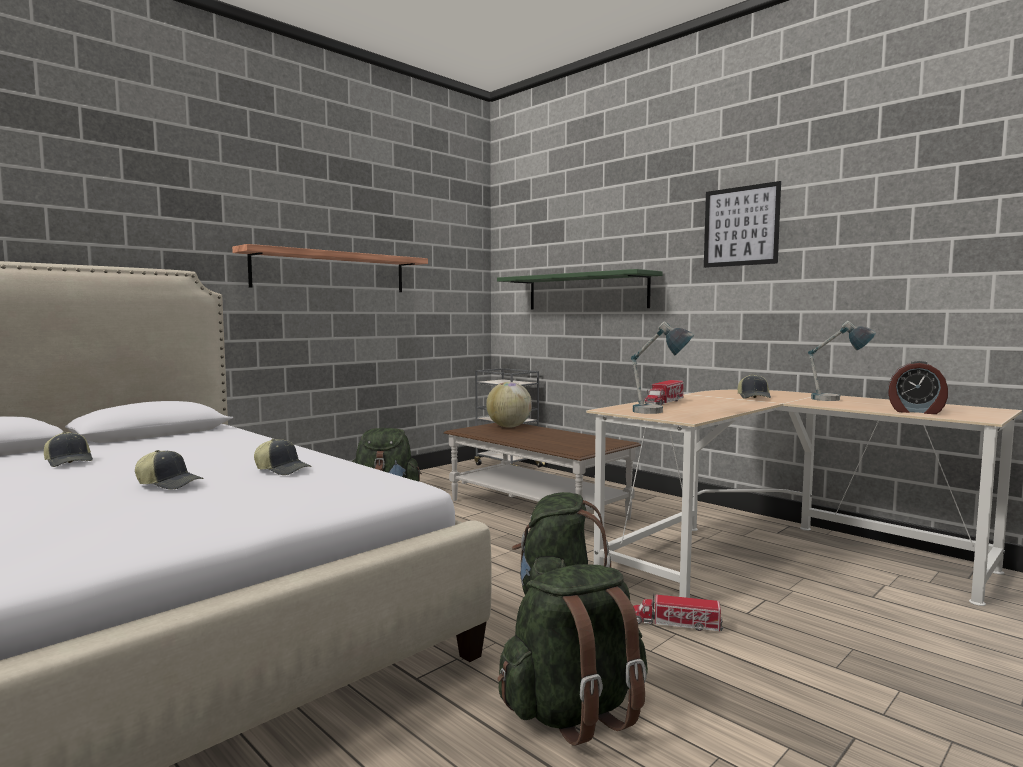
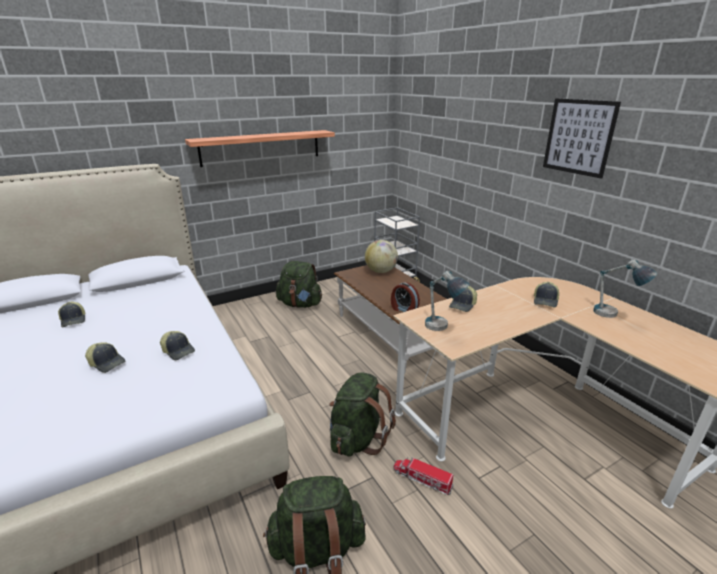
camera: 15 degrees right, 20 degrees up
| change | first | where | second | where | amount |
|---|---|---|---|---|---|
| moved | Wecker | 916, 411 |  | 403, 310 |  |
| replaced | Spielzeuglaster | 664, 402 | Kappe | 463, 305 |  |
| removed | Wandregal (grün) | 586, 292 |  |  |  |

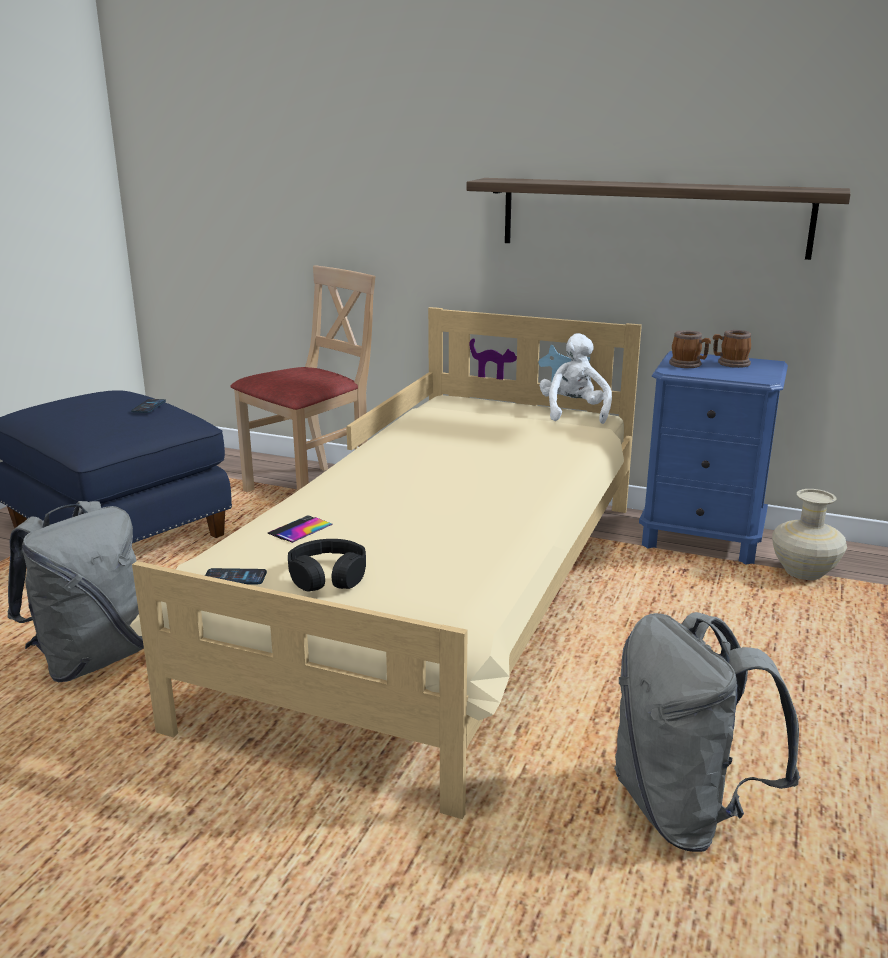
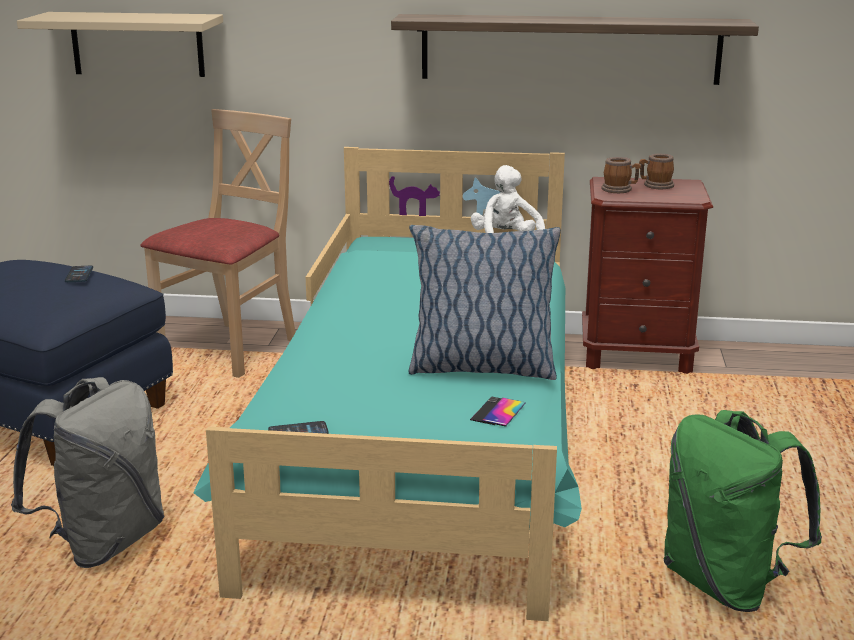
camera: 15 degrees left, 0 degrees up
| change | first | where | second | where | amount |
|---|---|---|---|---|---|
| added |  |  | Wandregal (beige) | 137, 44 |  |
| recoloured | Bett (beige) | 443, 601 | Bett (türkis) | 427, 441 |  |
| added |  |  | Kissen | 481, 368 |  |
| moved | Handy | 300, 529 |  | 498, 412 |  |
| recoloured | Nachttisch (blau) | 701, 541 | Nachttisch (braun) | 637, 357 |  |
| recoloured | Rucksack (grau) | 685, 811 | Rucksack (grün) | 726, 584 |  |
| removed | Kopfhörer (schwarz) | 328, 576 |  |  |  |
| removed | Vase (beige) | 803, 573 |  |  |  |

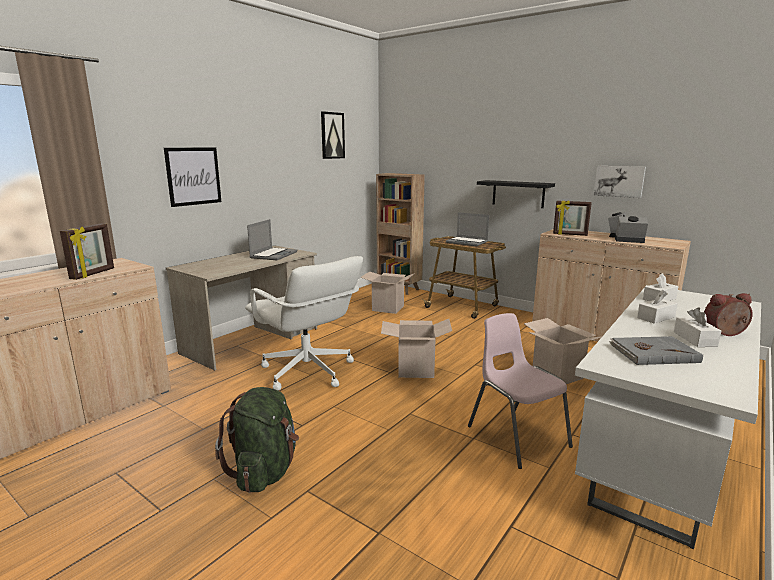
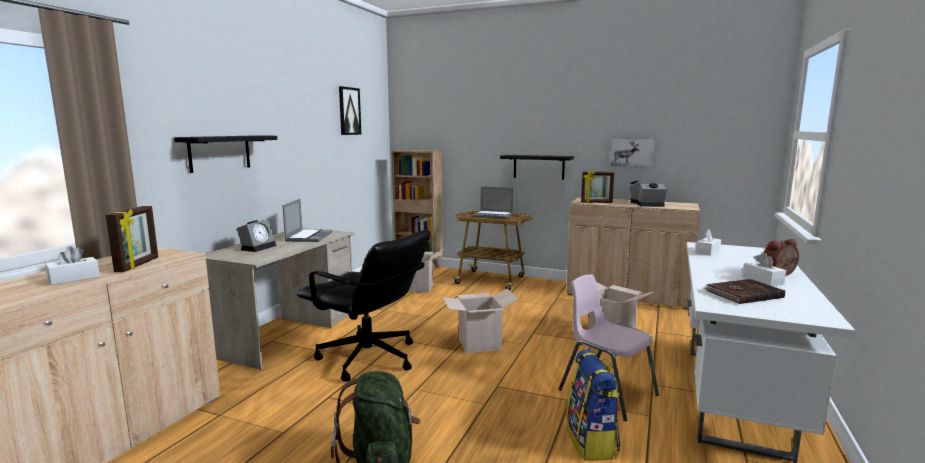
camera: 15 degrees left, 5 degrees down
| change | first | where | second | where | amount |
|---|---|---|---|---|---|
| moved | Taschentuchbox (weiß) | 656, 317 |  | 74, 278 |  |
| replaced | Bild | 193, 176 | Wandregal (schwarz) | 220, 153 |  |
| added |  |  | Wecker | 258, 247 |  |
| recoloured | Bürostuhl (weiß) | 307, 372 | Bürostuhl (schwarz) | 368, 359 |  |
| added |  |  | Rucksack | 592, 442 |  |
| recoloured | Buch (grau) | 652, 353 | Buch (braun) | 743, 294 |  |

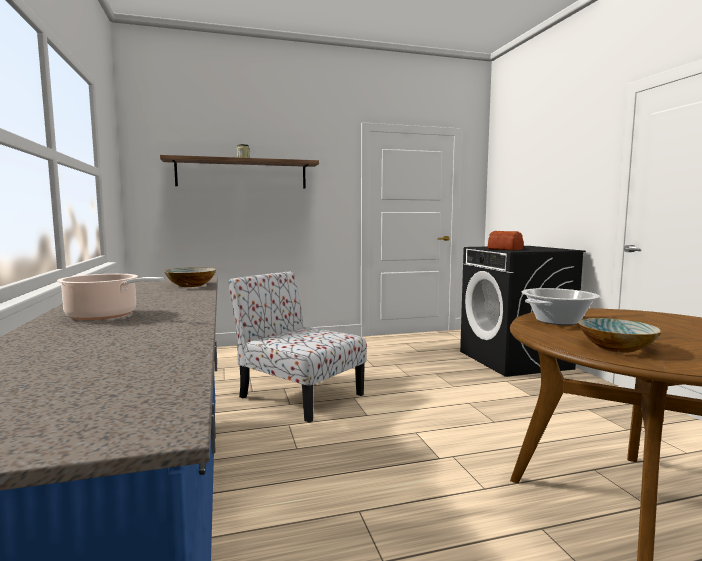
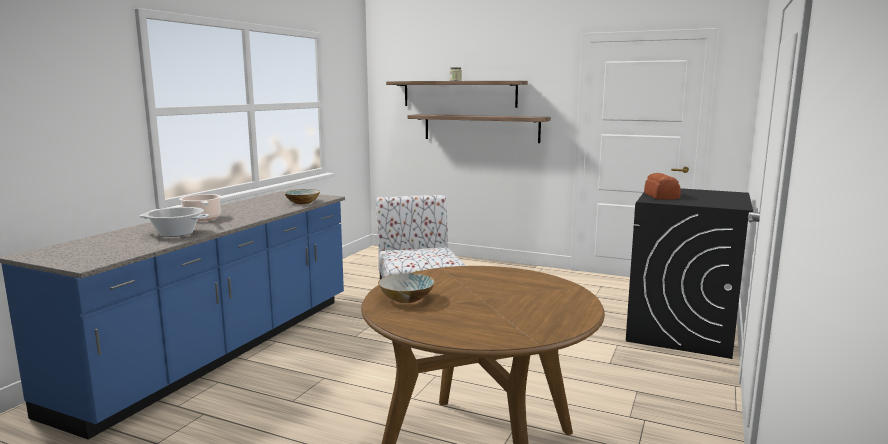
camera: 40 degrees right, 5 degrees up
| change | first | where | second | where | amount |
|---|---|---|---|---|---|
| moved | Kochtopf | 558, 321 |  | 176, 233 |  |
| added |  |  | Wandregal | 481, 128 |  |

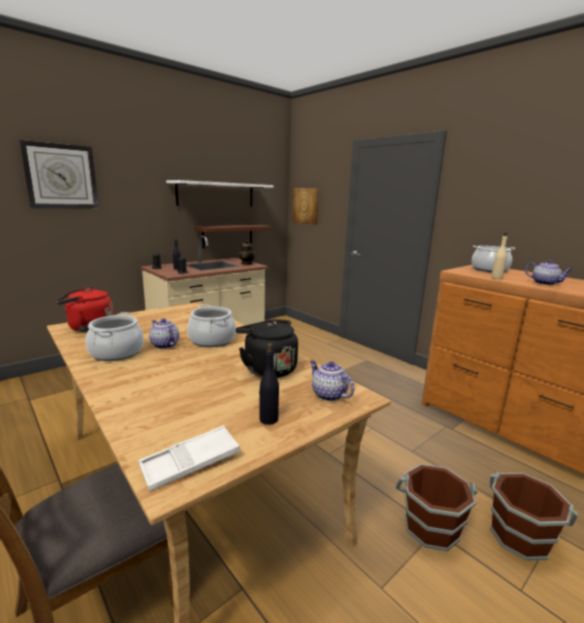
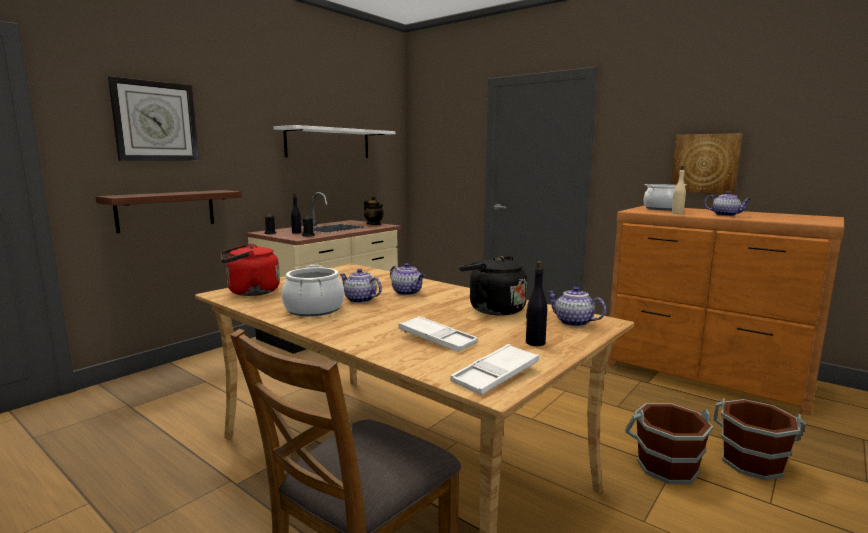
camera: 10 degrees left, 5 degrees down
| change | first | where | second | where | amount |
|---|---|---|---|---|---|
| moved | Wandregal | 227, 236 |  | 166, 210 |  |
| replaced | Kochtopf | 212, 340 | Teekanne | 407, 292 |  |
| added |  |  | Tablett (weiß) | 437, 339 |  |
| moved | Bild | 306, 205 |  | 705, 163 |  |

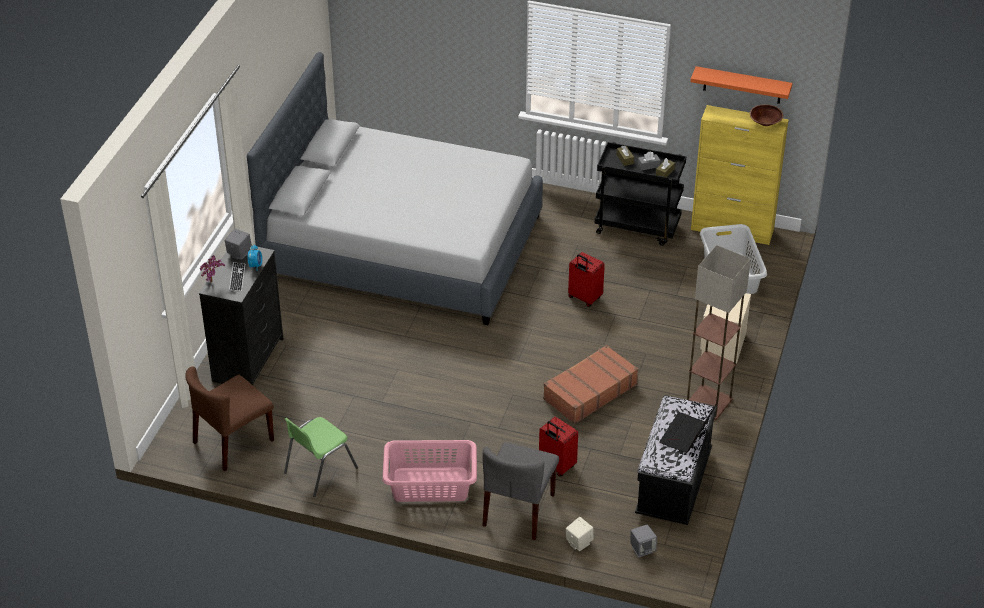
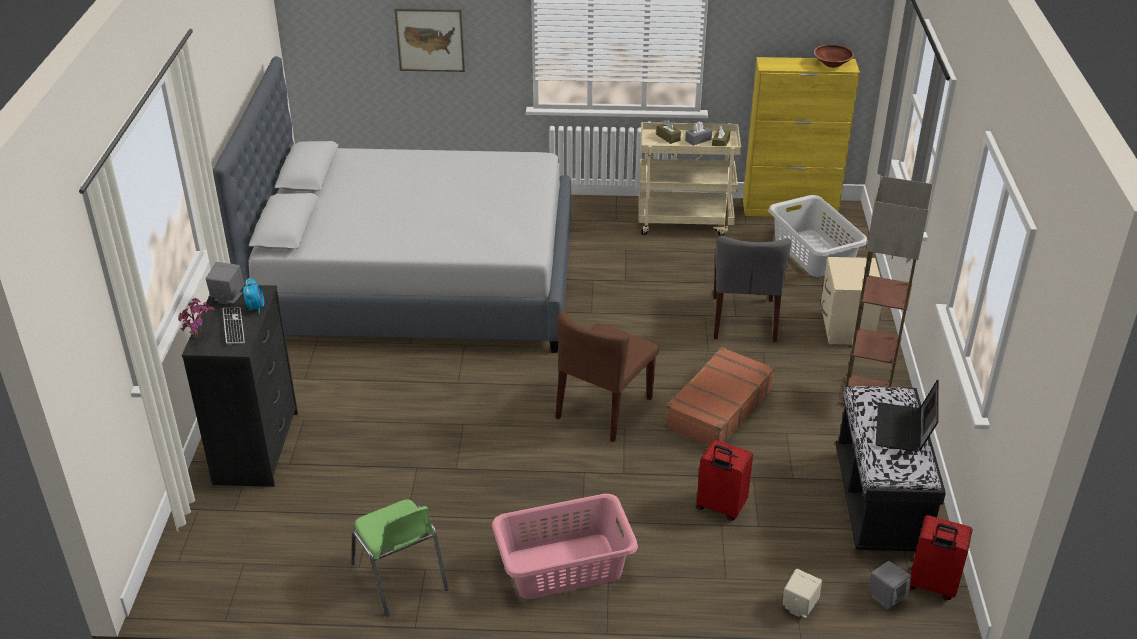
camera: 15 degrees left, 5 degrees down
| change | first | where | second | where | amount |
|---|---|---|---|---|---|
| turned | Stuhl (grün) | 319, 470 |  | 400, 578 | 60 degrees counterclockwise |
| added |  |  | Bild | 430, 40 |  |
| moved | Stuhl (braun) | 233, 442 |  | 604, 408 |  |
| recoloured | Rollwagen (schwarz) | 638, 227 | Rollwagen (beige) | 685, 222 |  |
| moved | Stuhl (grau) | 519, 510 |  | 744, 319 |  |
| moved | Koffer (rot) | 584, 298 |  | 931, 586 |  |
| removed | Wandregal (orange) | 742, 85 |  |  |  |

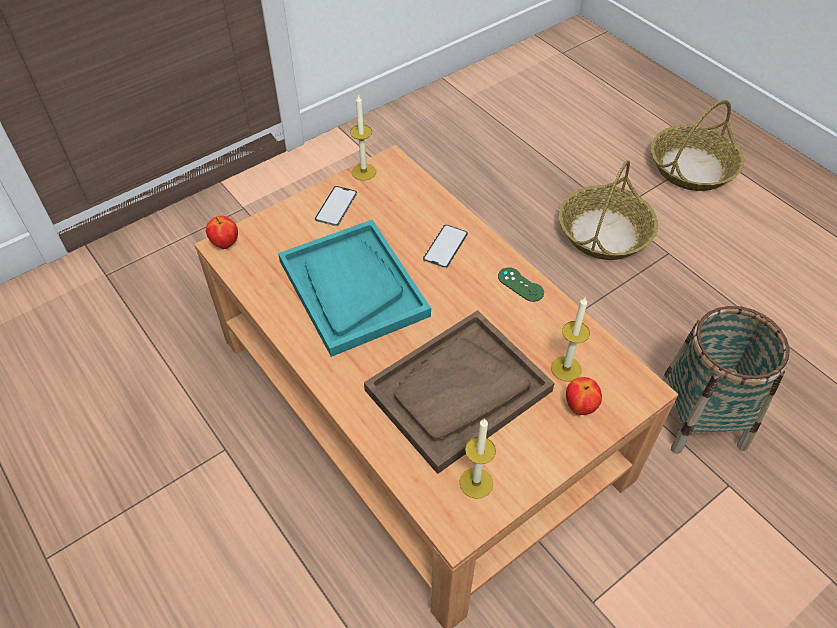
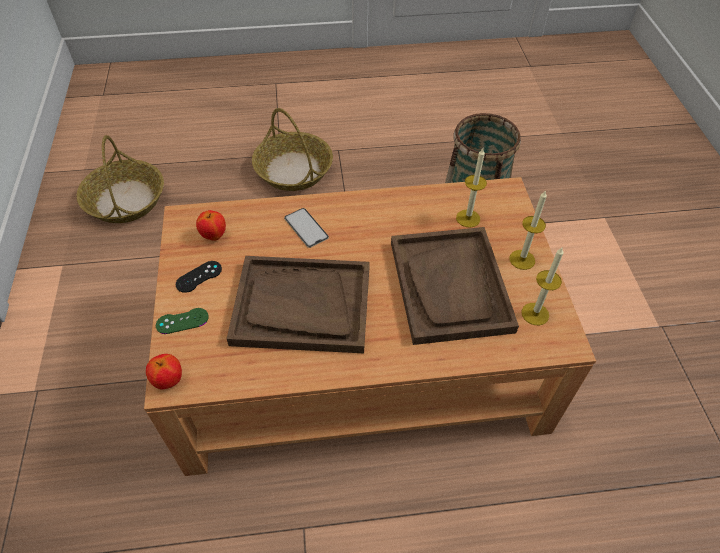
camera: 60 degrees left, 0 degrees up
| change | first | where | second | where | amount |
|---|---|---|---|---|---|
| moved | Korb | 692, 168 |  | 126, 200 |  |
| moved | Gamepad (grün) | 520, 284 |  | 182, 321 |  |
| replaced | Handy | 336, 206 | Gamepad (schwarz) | 199, 277 |  |
| moved | Apfel | 580, 407 |  | 214, 236 |  |
| recoloured | Tablett (türkis) | 352, 288 | Tablett (braun) | 301, 306 |  |
| moved | Kerze | 364, 172 |  | 522, 259 |  |

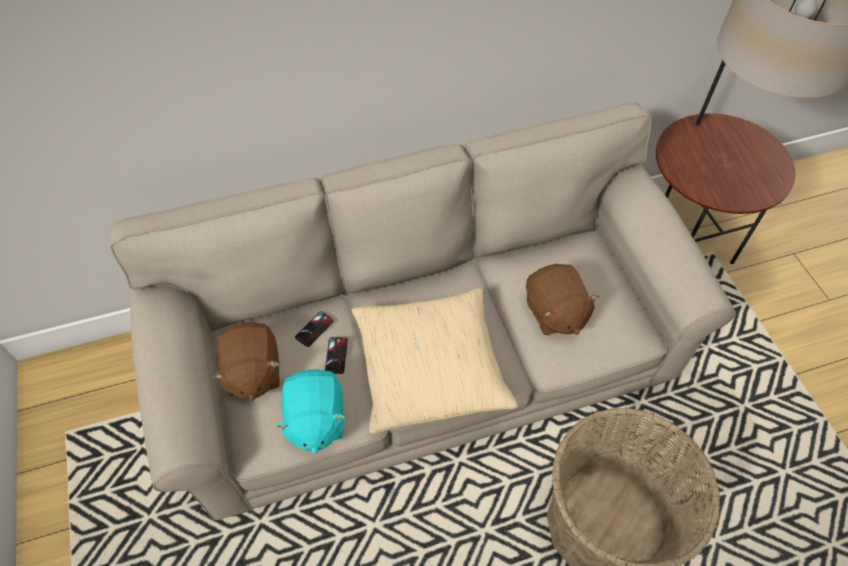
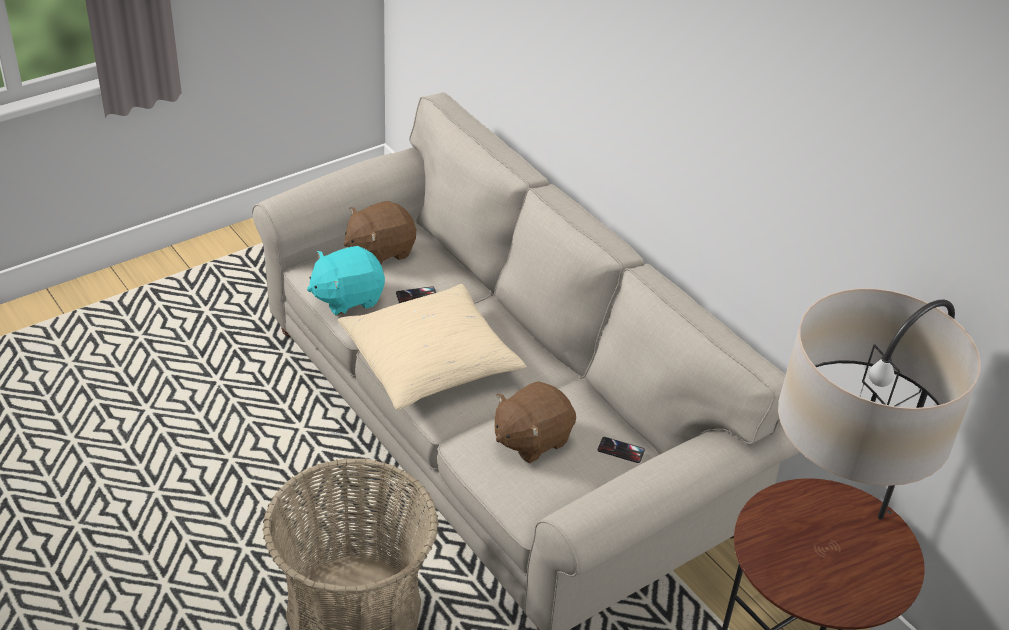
camera: 70 degrees right, 15 degrees down
| change | first | where | second | where | amount |
|---|---|---|---|---|---|
| moved | Handy | 314, 329 |  | 621, 450 |  |

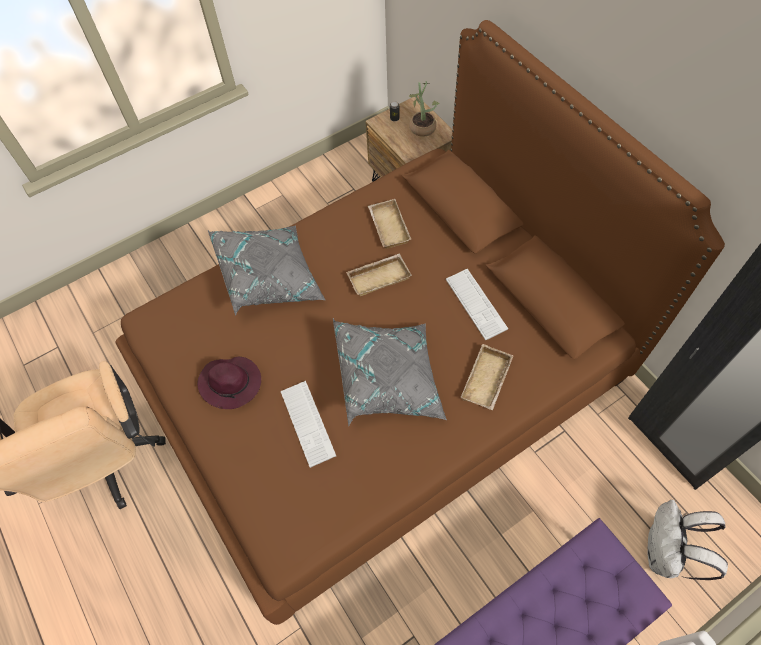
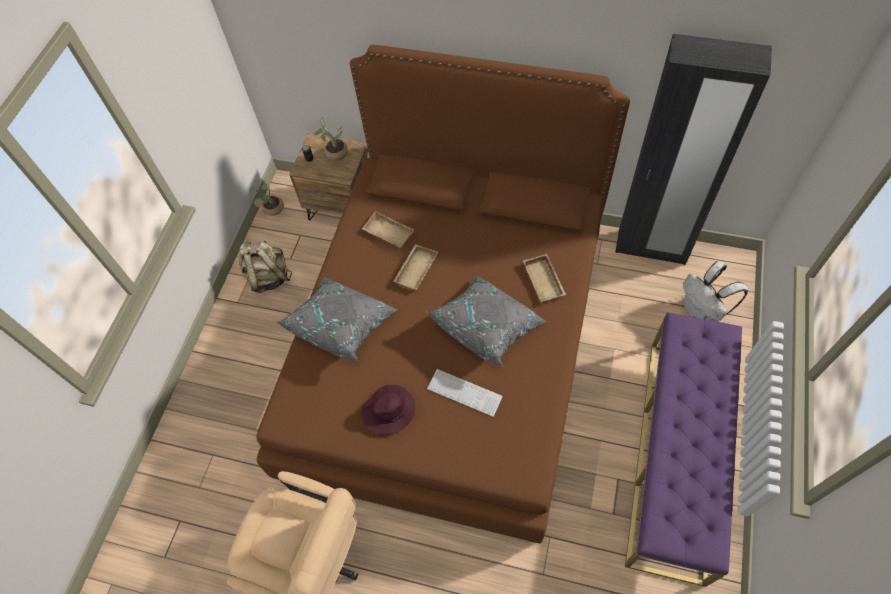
camera: 40 degrees left, 0 degrees up
| change | first | where | second | where | amount |
|---|---|---|---|---|---|
| added |  |  | Rucksack (beige) | 268, 277 |  |
| added |  |  | Topfpflanze | 271, 209 |  |
| removed | Tastatur | 476, 304 |  |  |  |

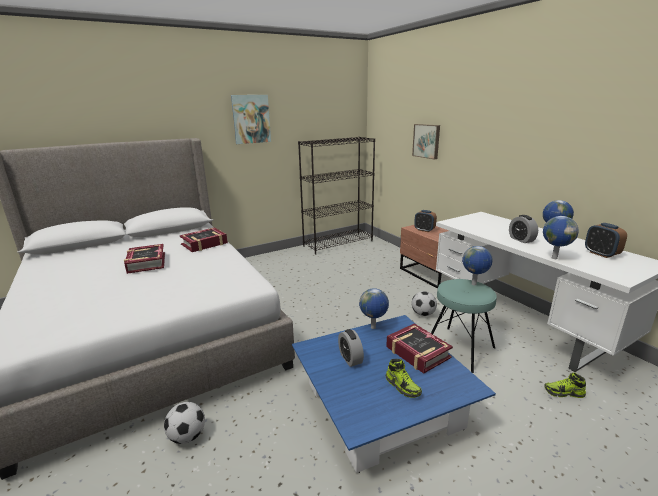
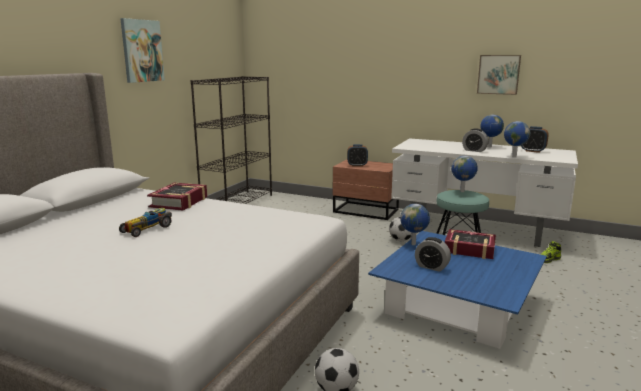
camera: 35 degrees left, 5 degrees down
| change | first | where | second | where | amount |
|---|---|---|---|---|---|
| replaced | Buch | 146, 263 | Spielzeugauto | 148, 228 |  |
| moved | Bild | 426, 141 |  | 498, 74 |  |
| removed | Schuh | 403, 386 |  |  |  |

